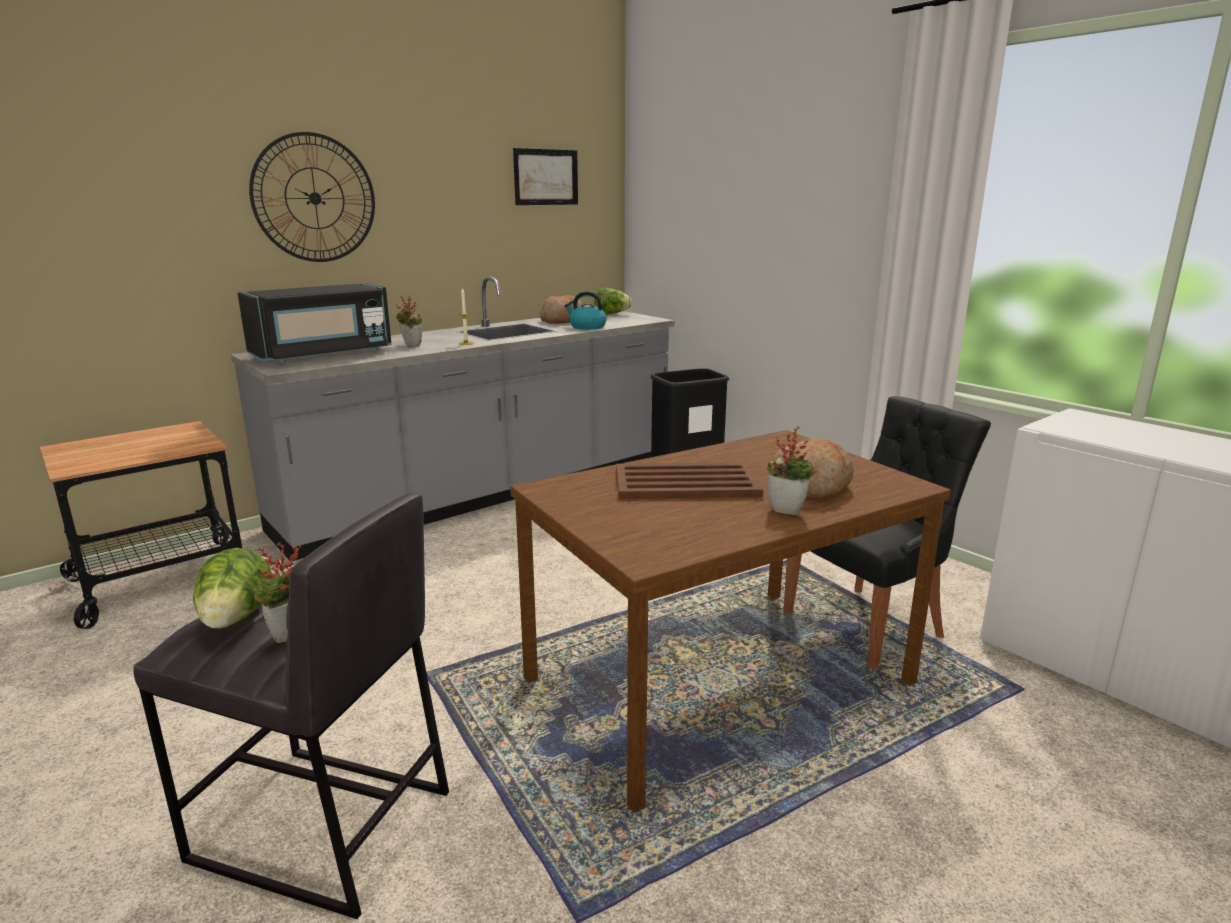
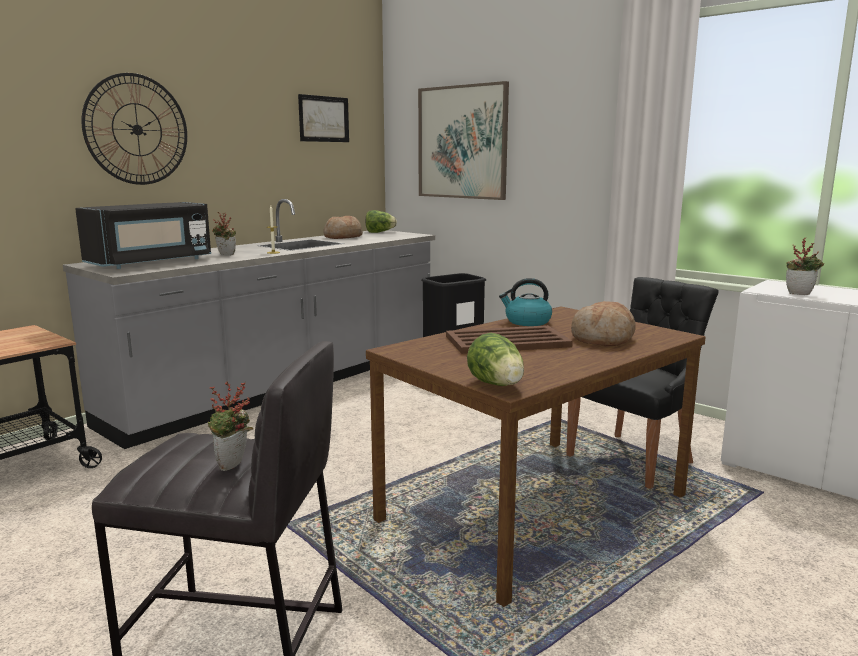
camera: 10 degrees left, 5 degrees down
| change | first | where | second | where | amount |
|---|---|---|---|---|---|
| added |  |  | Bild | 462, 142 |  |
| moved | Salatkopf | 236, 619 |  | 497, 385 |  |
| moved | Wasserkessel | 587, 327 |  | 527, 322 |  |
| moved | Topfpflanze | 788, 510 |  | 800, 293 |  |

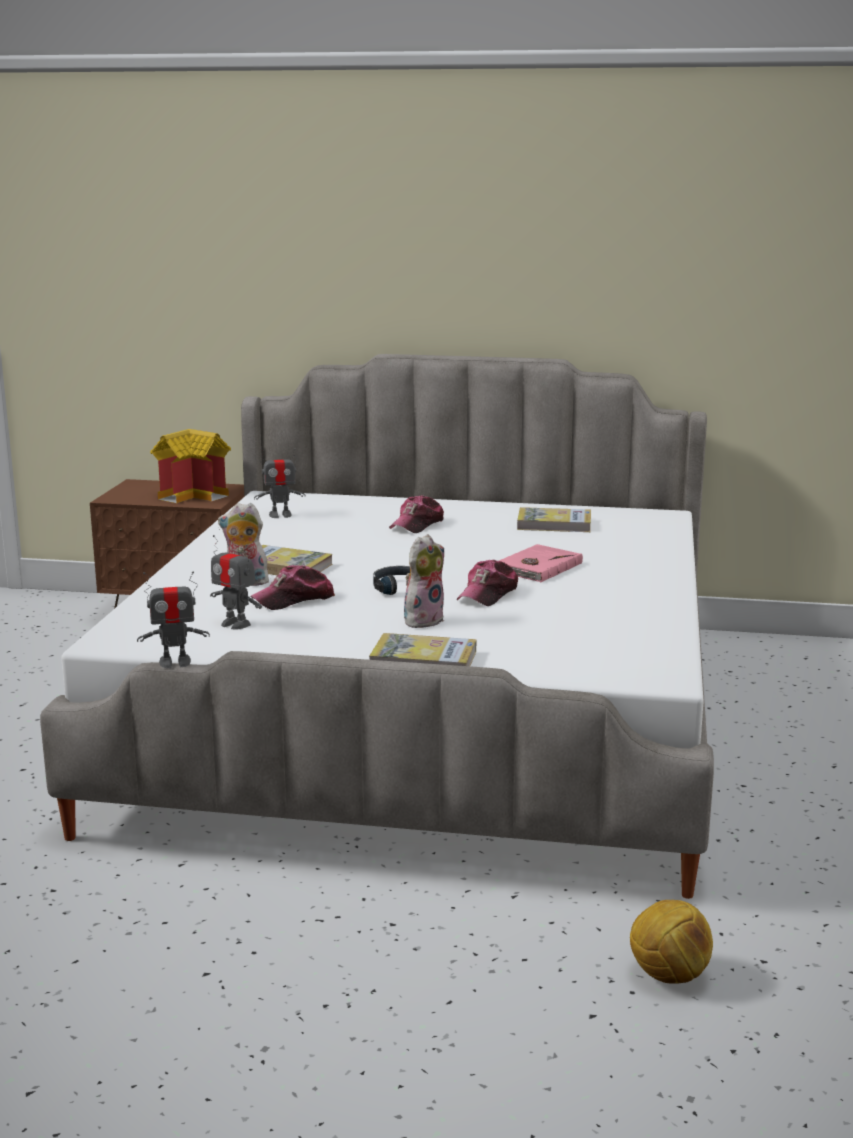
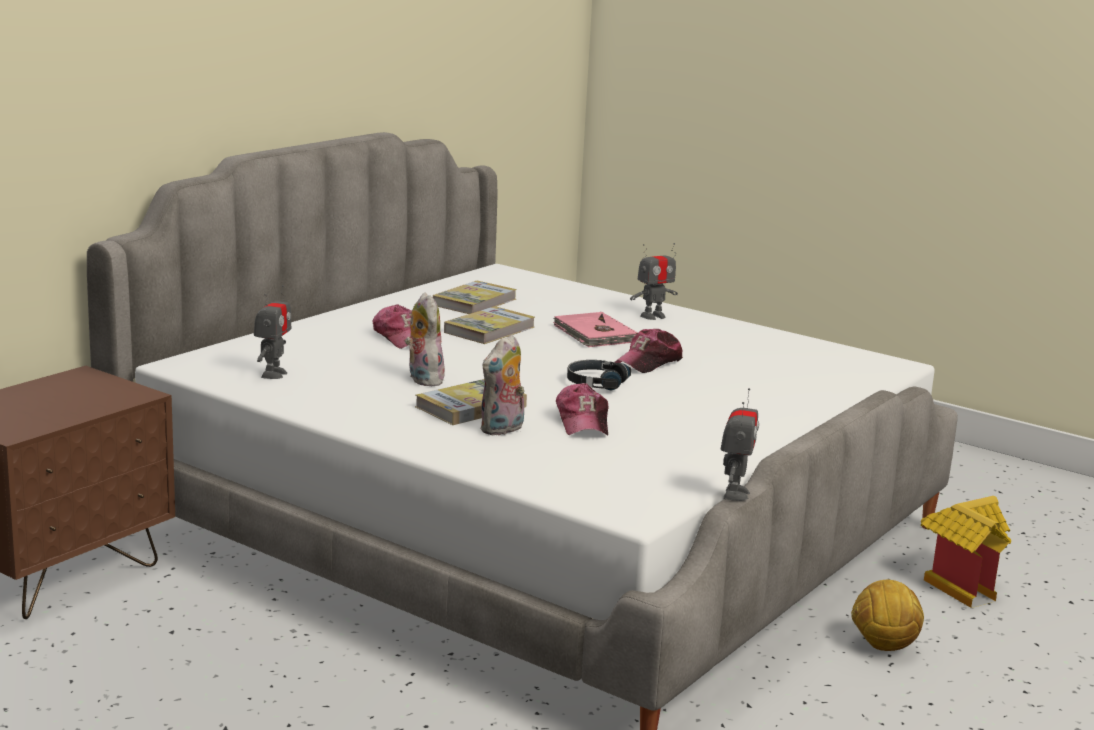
camera: 65 degrees left, 0 degrees up
| change | first | where | second | where | amount |
|---|---|---|---|---|---|
| moved | Plüschtier | 423, 620 |  | 422, 379 |  |
| moved | Buch | 423, 659 |  | 489, 329 |  |
| turned | Kappe | 488, 594 |  | 649, 362 | 75 degrees clockwise |
| moved | Spielzeugroboter | 235, 624 |  | 653, 316 |  |
| moved | Fußball | 668, 975 |  | 883, 647 |  |
| moved | Spielzeughaus | 195, 495 |  | 959, 584 |  |

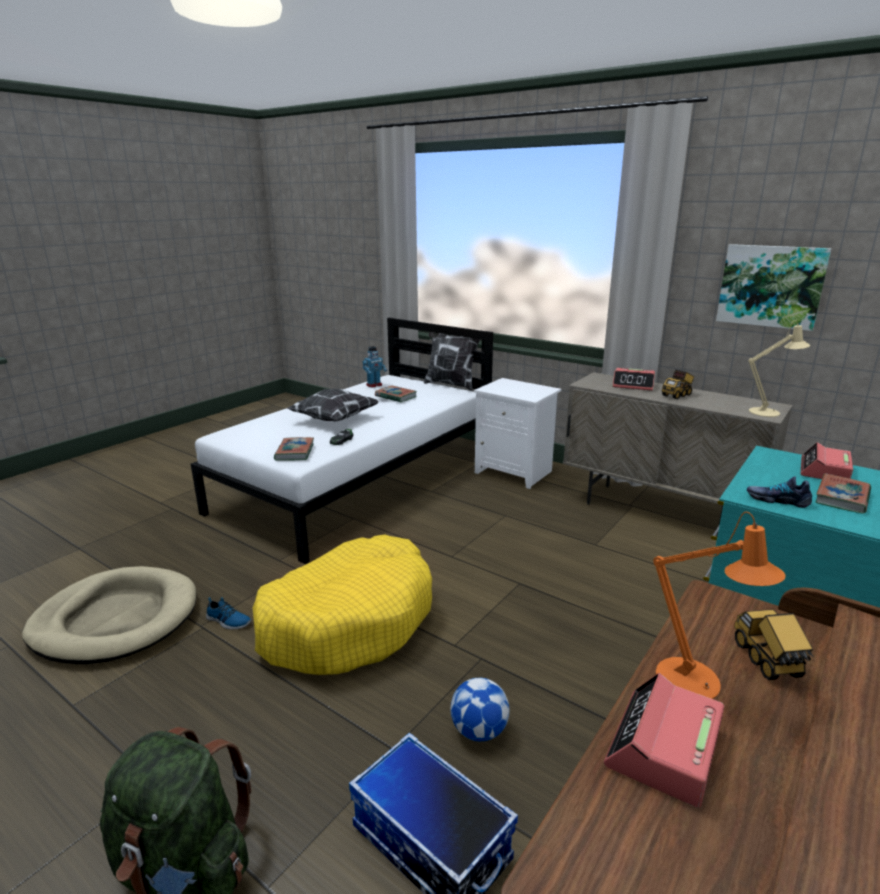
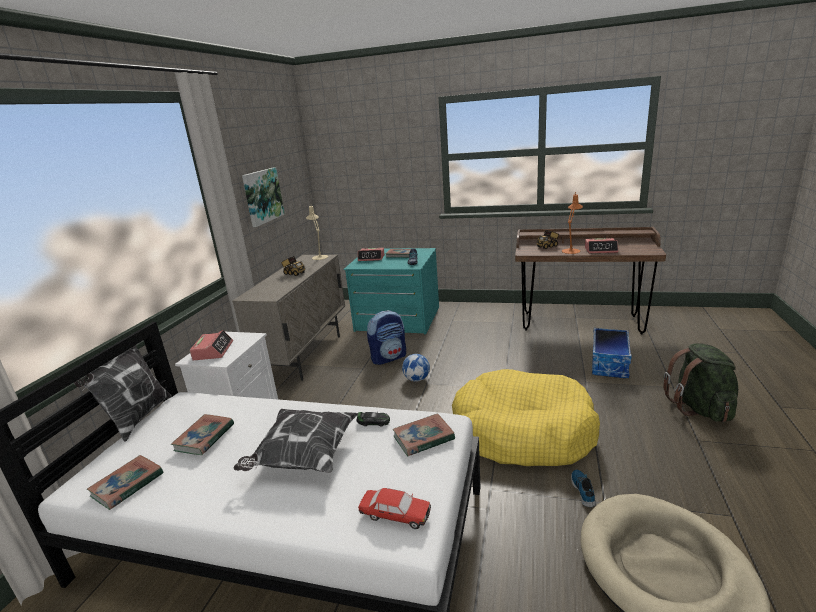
camera: 110 degrees left, 0 degrees up
| change | first | where | second | where | amount |
|---|---|---|---|---|---|
| replaced | Spielzeugroboter | 374, 385 | Buch | 127, 485 |  |
| moved | Wecker | 633, 385 |  | 213, 351 |  |
| added |  |  | Spielzeugauto | 395, 515 |  |
| added |  |  | Rucksack | 389, 357 |  |
| moved | Fußball | 479, 731 |  | 417, 379 |  |

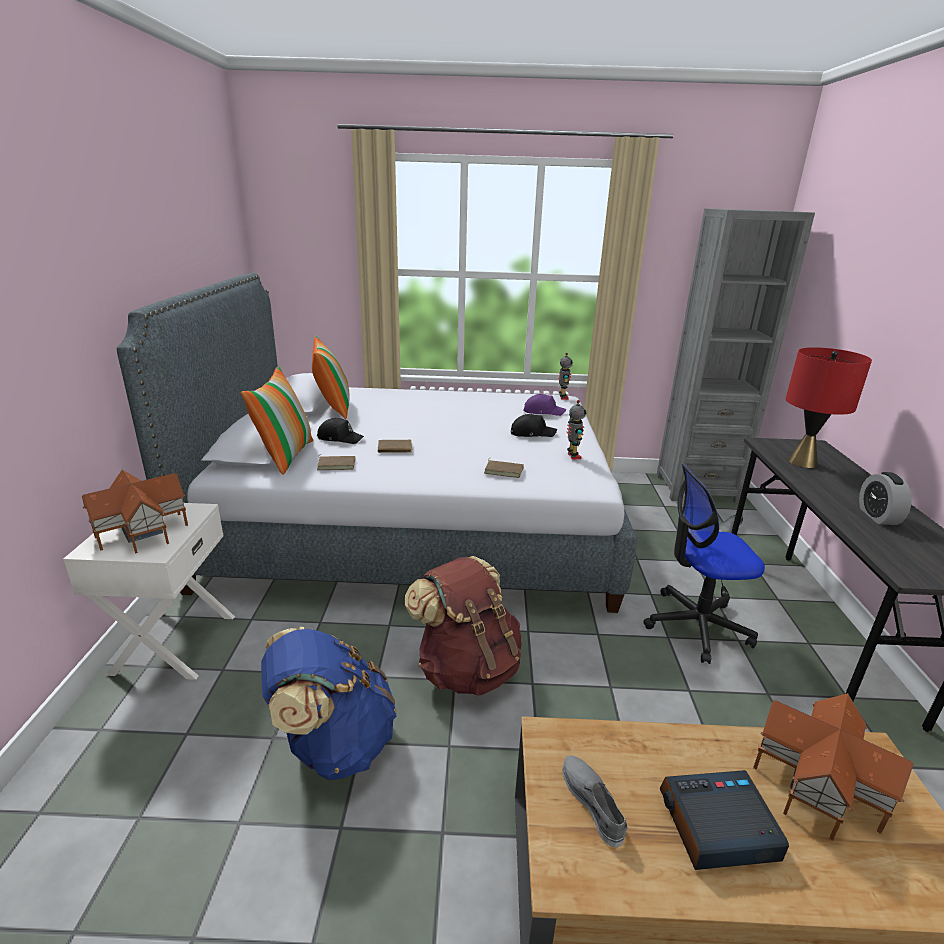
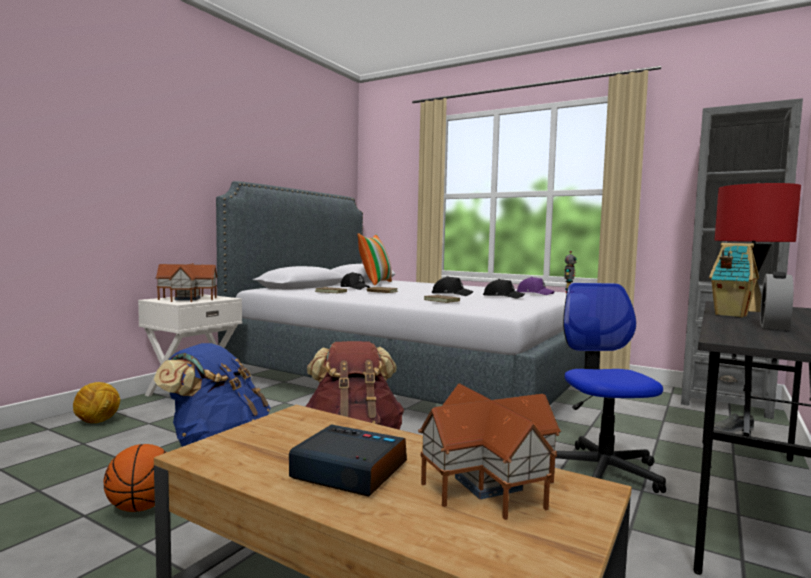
camera: 30 degrees right, 20 degrees down
| change | first | where | second | where | amount |
|---|---|---|---|---|---|
| added |  |  | Fußball | 98, 421 |  |
| added |  |  | Basketball | 140, 507 |  |
| added |  |  | Kappe (schwarz) | 451, 294 |  |
| turned | Bürostuhl | 696, 625 |  | 602, 471 | 60 degrees clockwise |
| added |  |  | Spielzeughaus | 729, 315 |  |
| removed | Kissen | 285, 455 |  |  |  |
| removed | Schuh (grau) | 592, 802 |  |  |  |
| removed | Spielzeugroboter | 572, 456 |  |  |  |

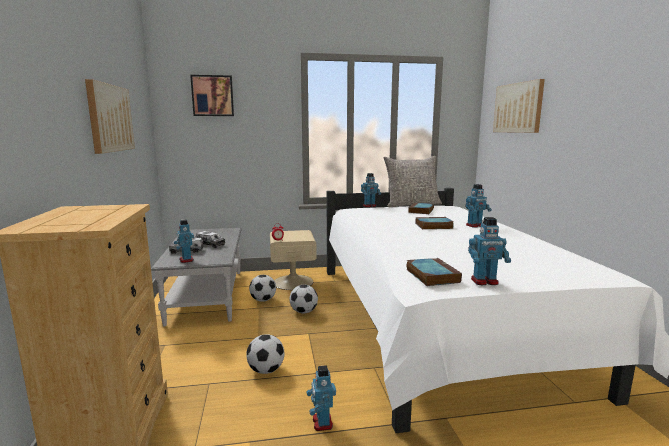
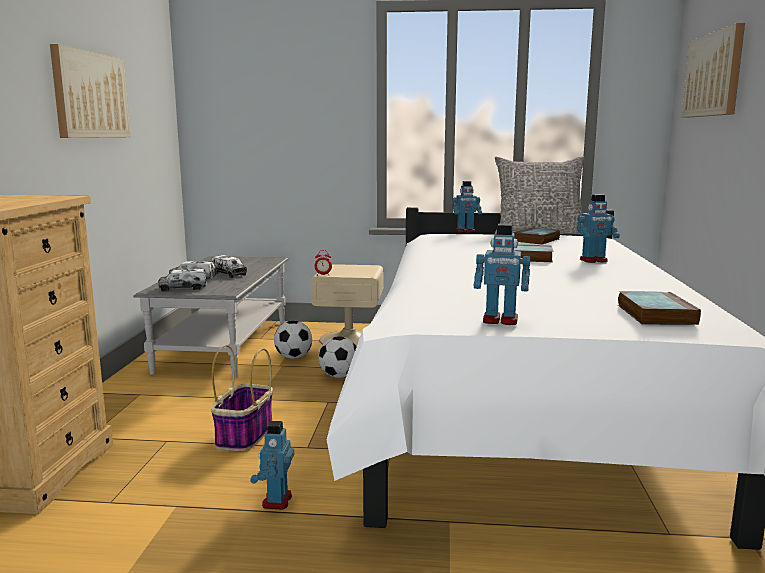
camera: 15 degrees right, 0 degrees up
| change | first | where | second | where | amount |
|---|---|---|---|---|---|
| replaced | Spielzeugroboter | 186, 260 | Spielzeuglaster | 183, 288 |  |
| replaced | Fußball | 266, 370 | Korb | 244, 436 |  |
| moved | Buch | 431, 275 |  | 654, 314 |  |
| removed | Bild | 213, 96 |  |  |  |

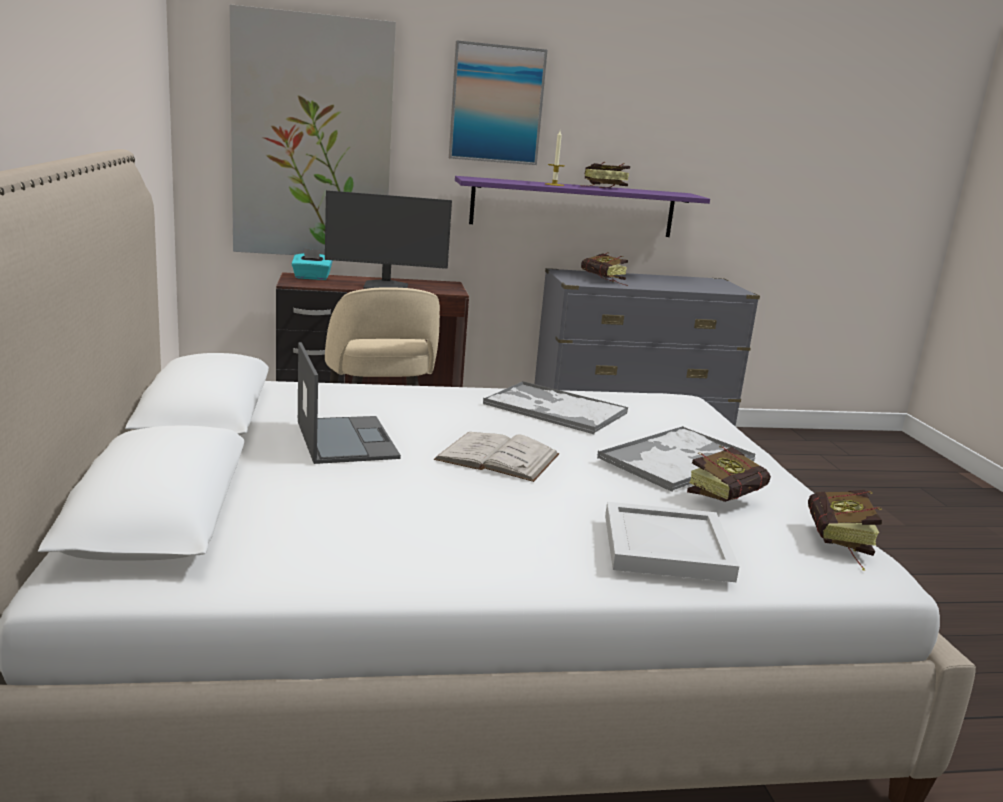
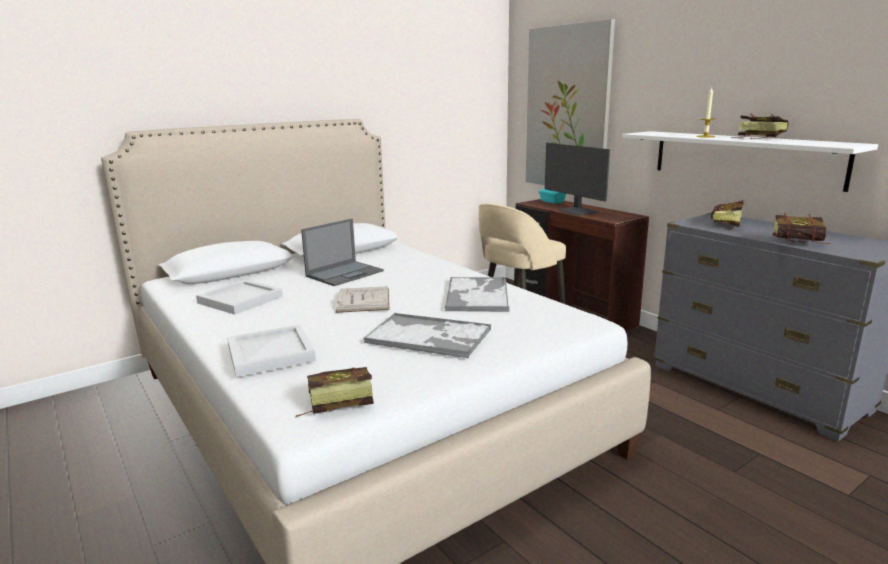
camera: 65 degrees right, 0 degrees up
| change | first | where | second | where | amount |
|---|---|---|---|---|---|
| added |  |  | Tablett (weiß) | 239, 300 |  |
| recoloured | Wandregal (lila) | 573, 207 | Wandregal (weiß) | 744, 158 |  |
| moved | Buch | 730, 497 |  | 802, 244 |  |
| removed | Bild | 496, 104 |  |  |  |

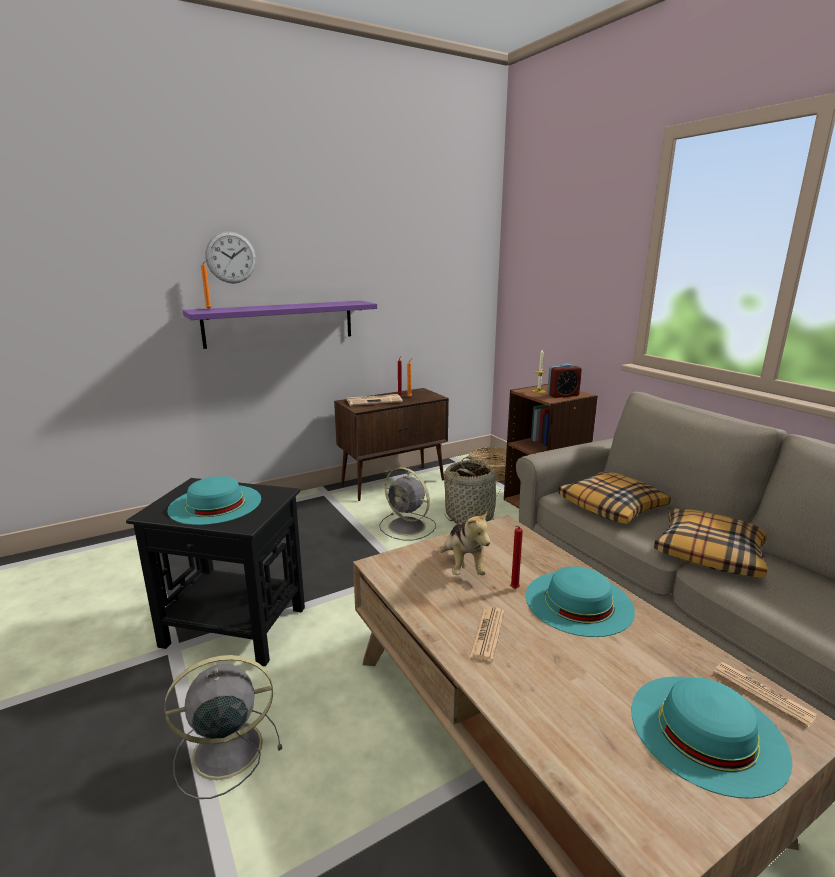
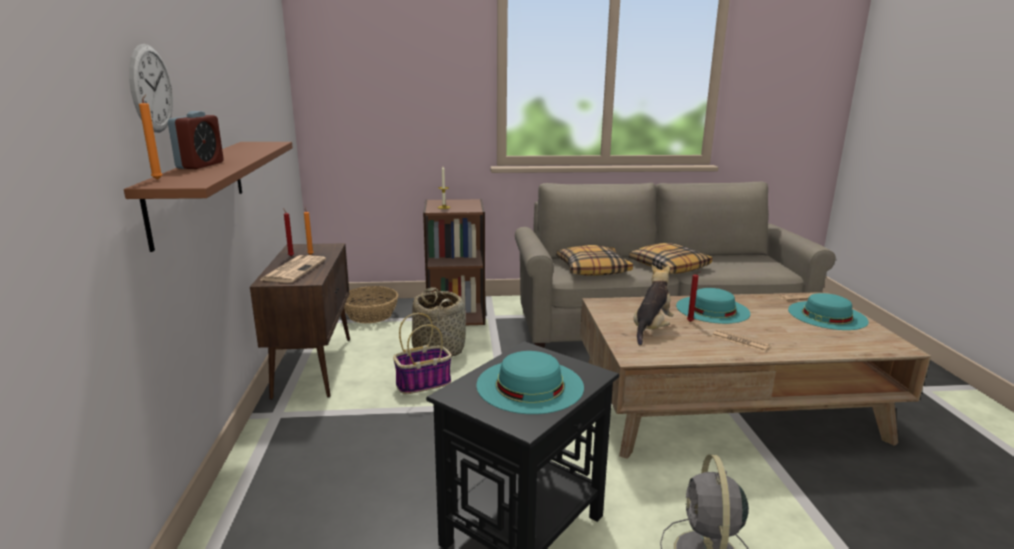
camera: 65 degrees left, 0 degrees up
| change | first | where | second | where | amount |
|---|---|---|---|---|---|
| recoloured | Wandregal (lila) | 280, 323 | Wandregal (braun) | 198, 189 |  |
| moved | Wecker | 562, 395 |  | 200, 165 |  |
| replaced | Ventilator (grau) | 408, 527 | Korb | 424, 383 |  |
| turned | Plüschtier | 463, 565 |  | 651, 329 | 75 degrees counterclockwise |

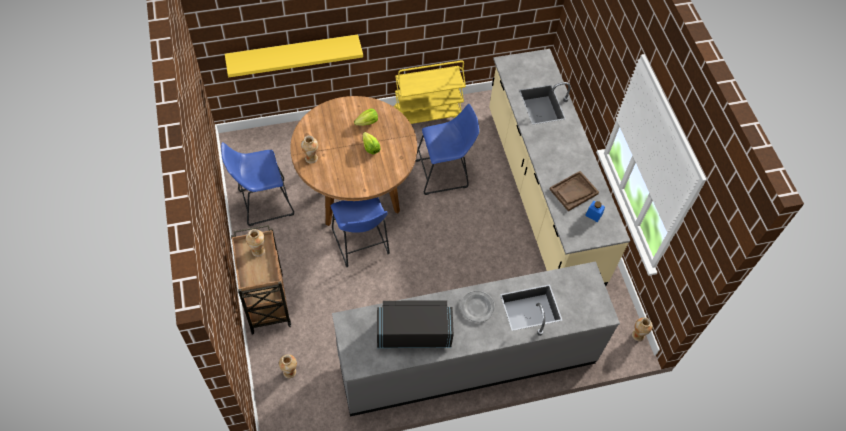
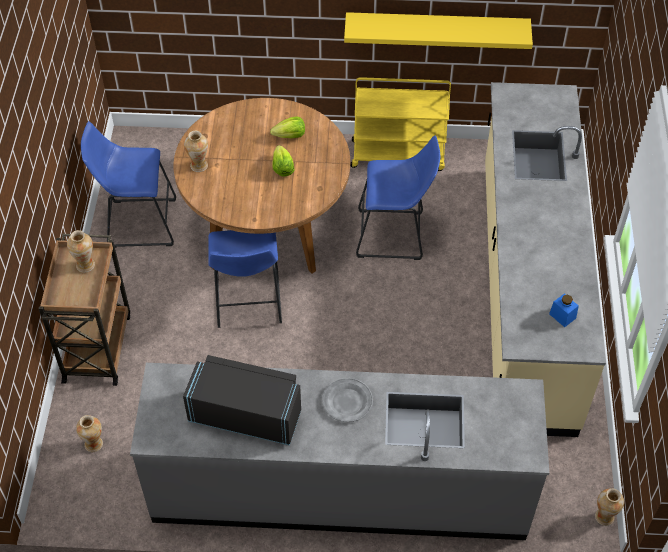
camera: 20 degrees right, 5 degrees down
| change | first | where | second | where | amount |
|---|---|---|---|---|---|
| moved | Wandregal (gelb) | 293, 52 |  | 436, 28 |  |
| removed | Tablett (braun) | 573, 192 |  |  |  |

